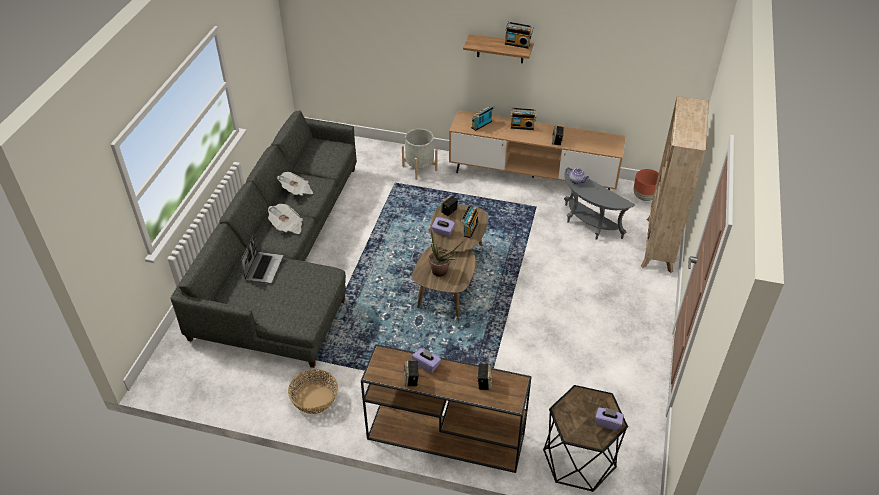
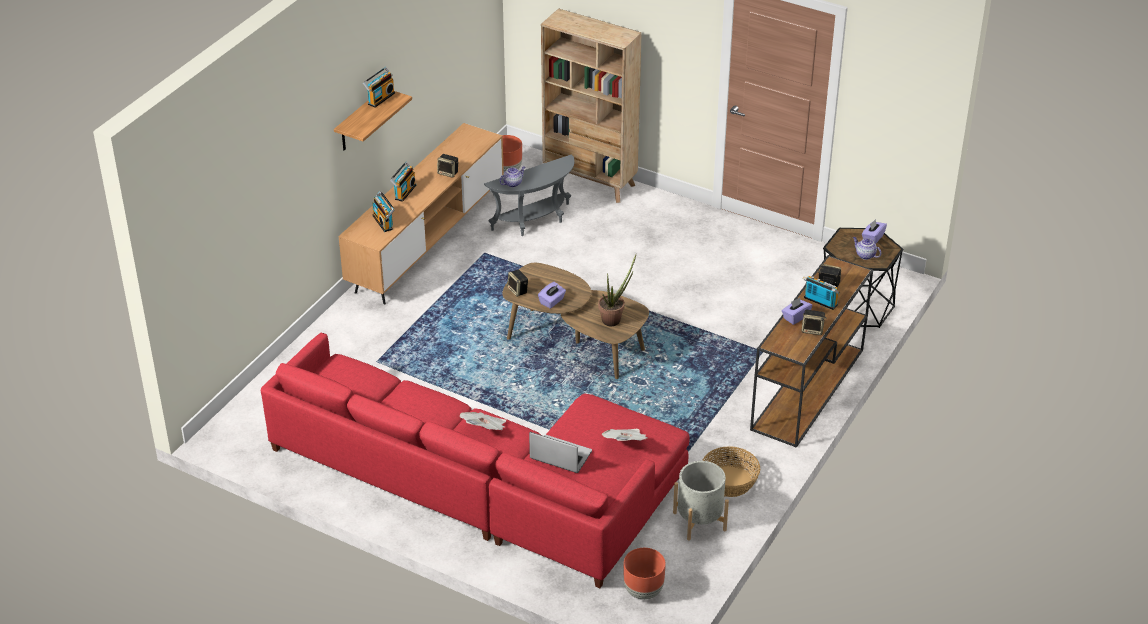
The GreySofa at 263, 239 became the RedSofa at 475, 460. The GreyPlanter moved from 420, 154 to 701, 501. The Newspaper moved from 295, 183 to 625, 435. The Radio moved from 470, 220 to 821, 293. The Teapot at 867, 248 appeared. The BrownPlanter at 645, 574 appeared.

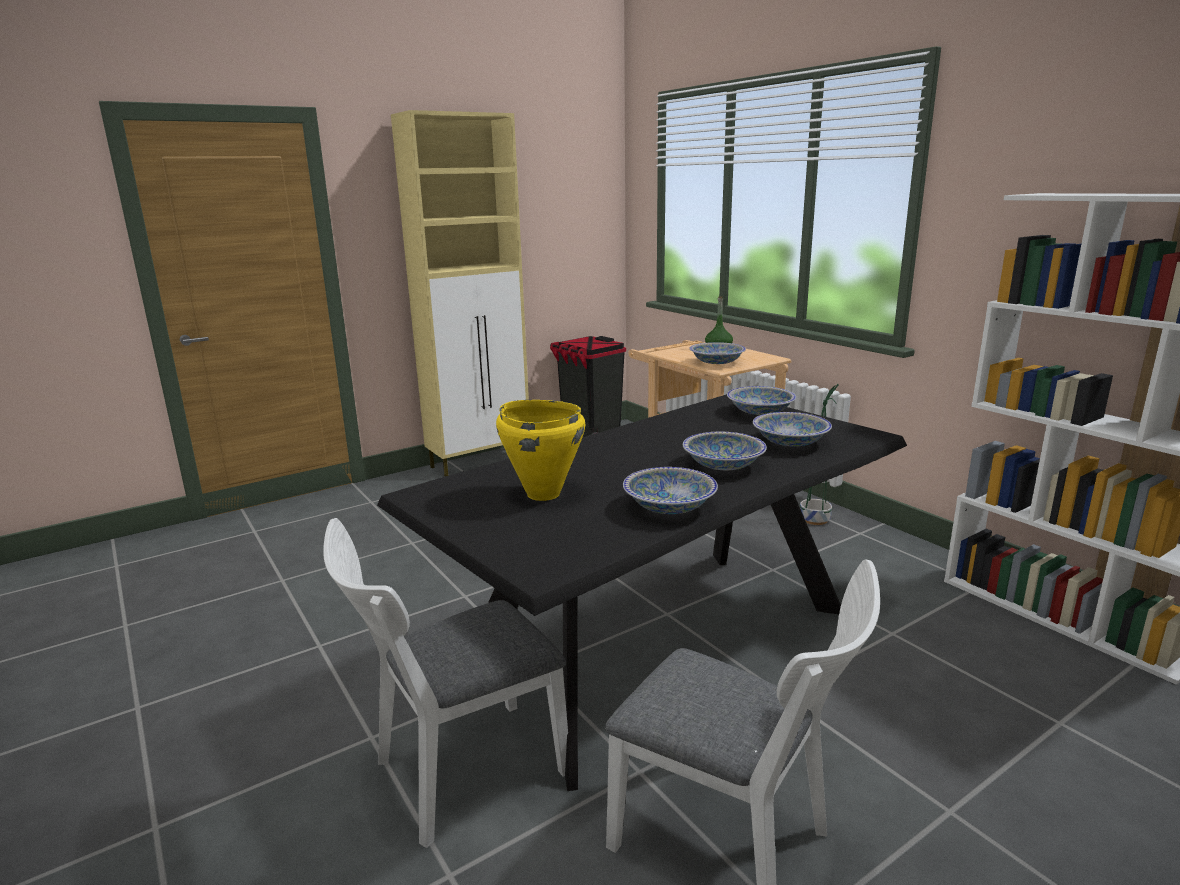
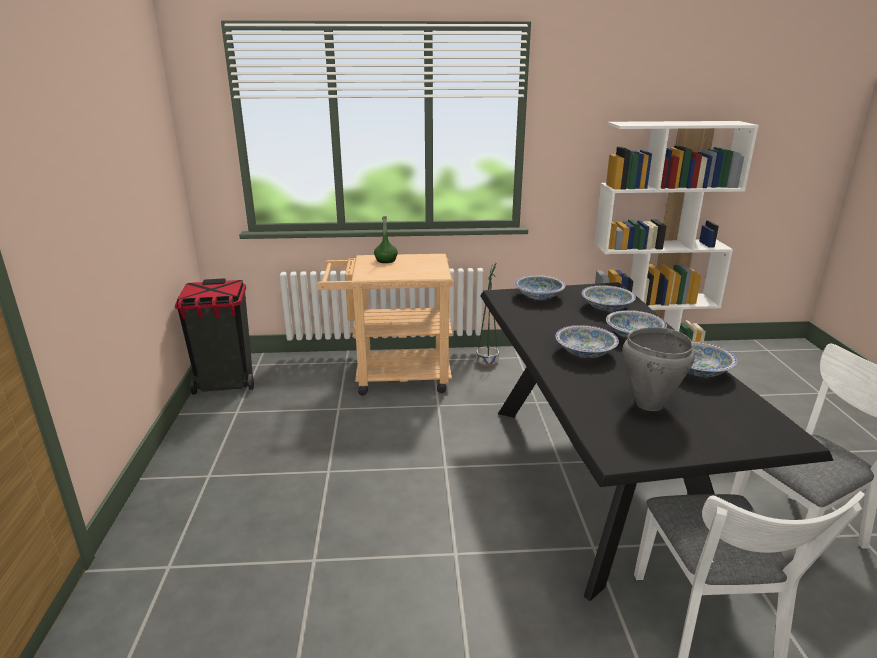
The BeigeCabinet at 460, 293 disappeared. The Bowl moved from 717, 353 to 587, 341. The YellowCookingPot at 540, 450 became the GreyCookingPot at 659, 369.

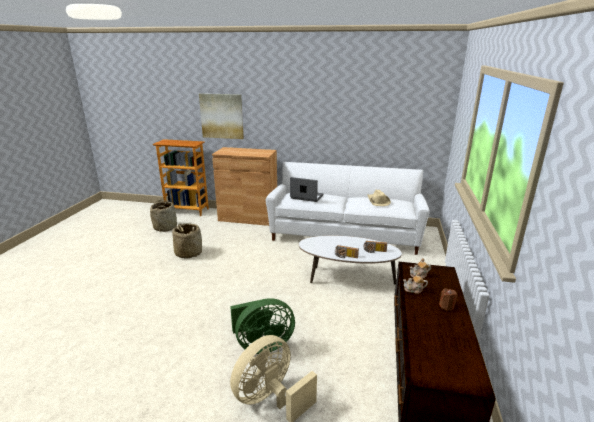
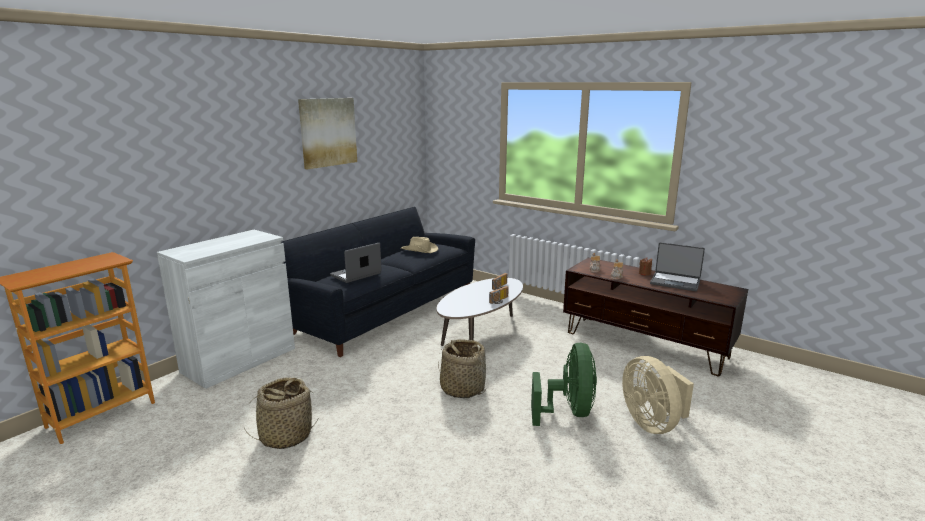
The Picture moved from 221, 116 to 327, 133. The BrownCabinet at 244, 186 became the WhiteCabinet at 226, 309. The WhiteSofa at 348, 208 became the BlackSofa at 378, 282. The Basket moved from 163, 216 to 462, 368. The Laptop at 677, 266 appeared.

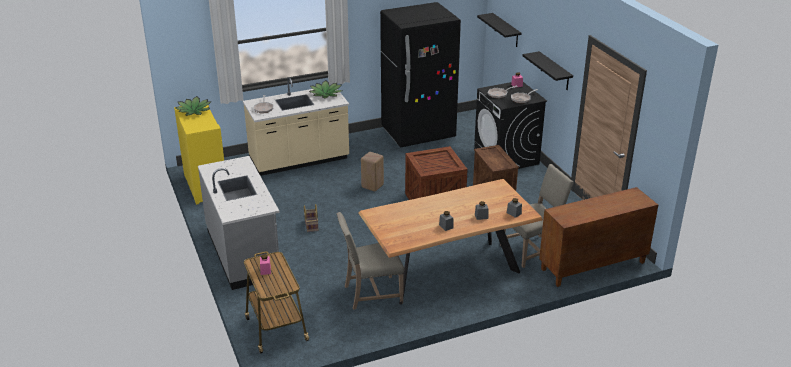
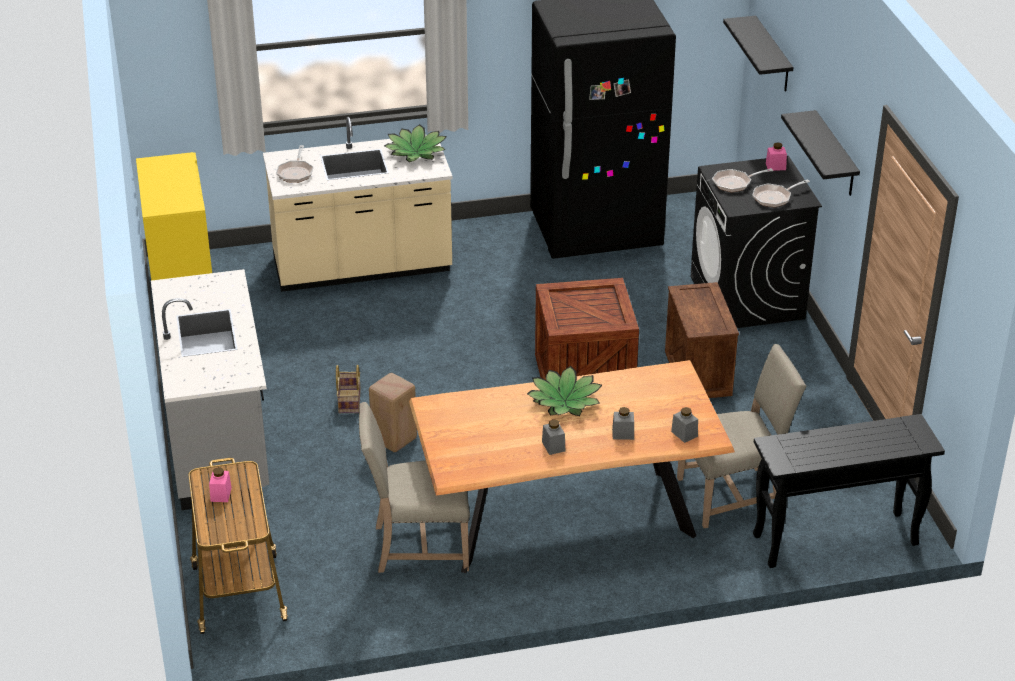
The PottedPlant moved from 194, 106 to 564, 391. The BeigeStool moved from 372, 171 to 393, 412. The BrownCabinet at 598, 237 was replaced by the BlackConsoleTable at 849, 491.

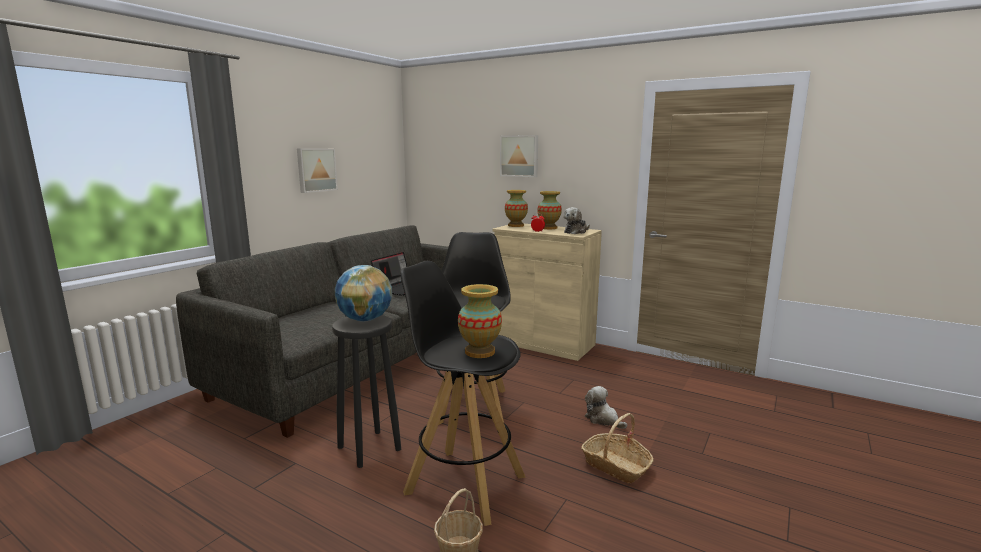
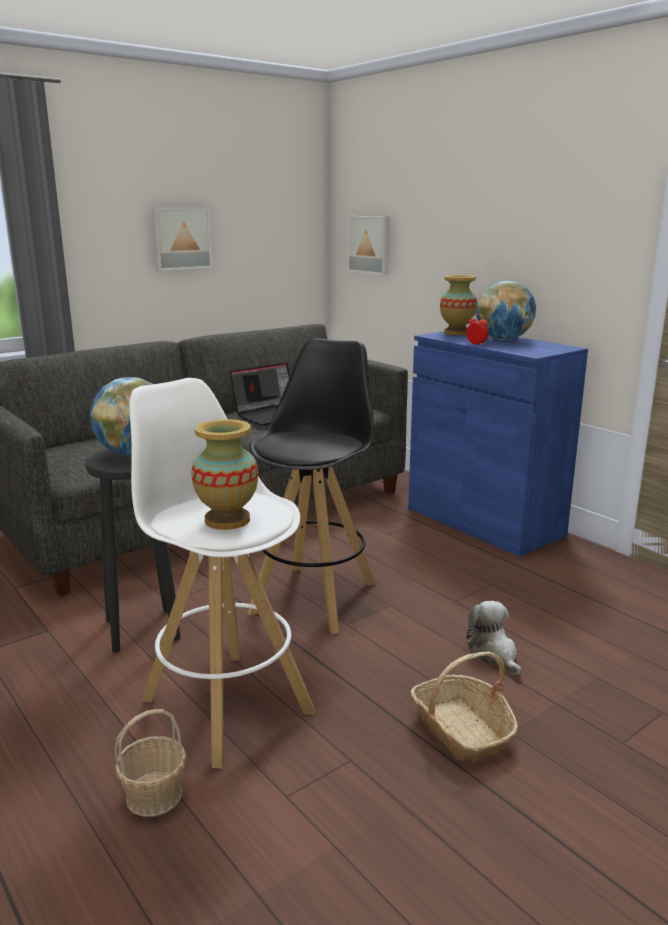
The Picture moved from 519, 156 to 369, 245. The Vase at 550, 210 was replaced by the Globe at 506, 310. The PlushToy at 576, 220 disappeared. The BeigeCabinet at 547, 292 became the BlueCabinet at 498, 444. The BlackStool at 463, 393 became the WhiteStool at 222, 573.

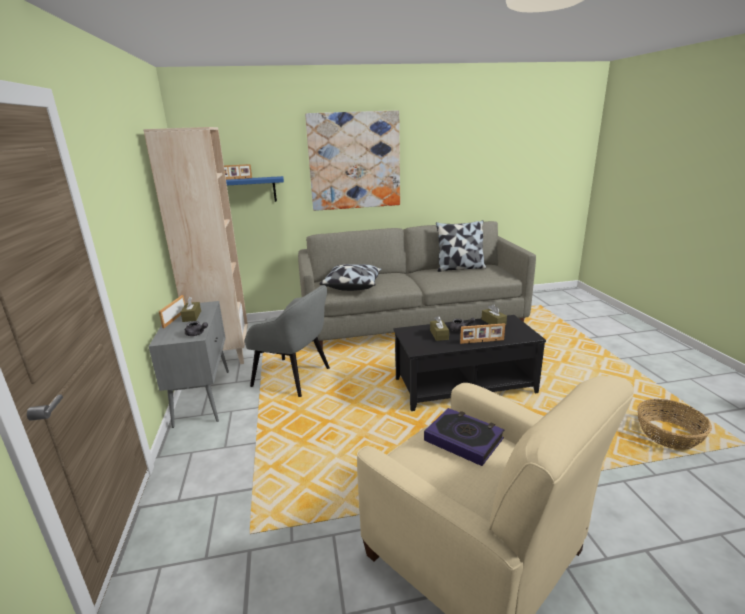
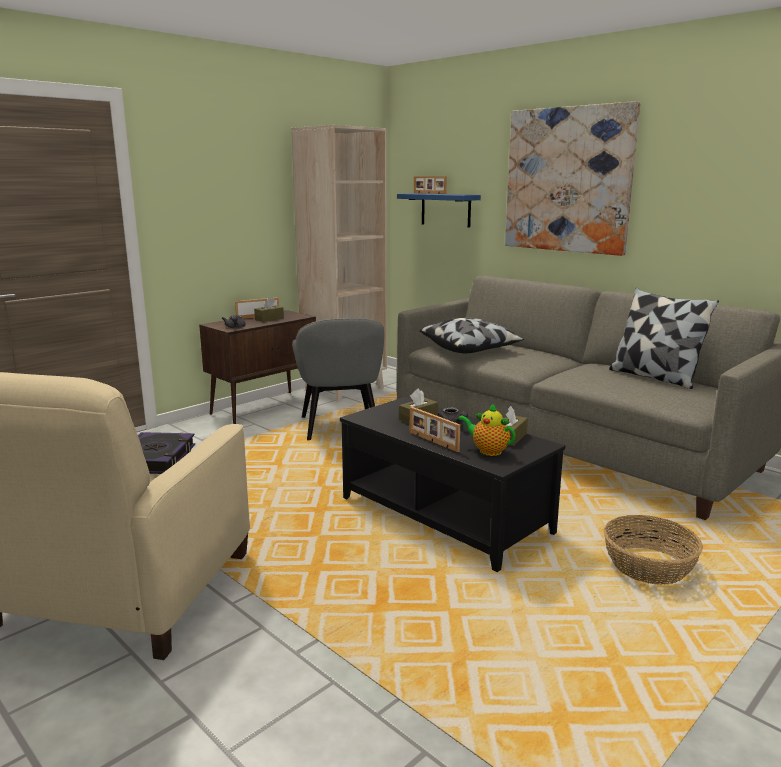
The GreyCabinet at 188, 364 became the BrownCabinet at 257, 367. The Basket moved from 674, 424 to 653, 550. The Teapot at 487, 429 appeared.

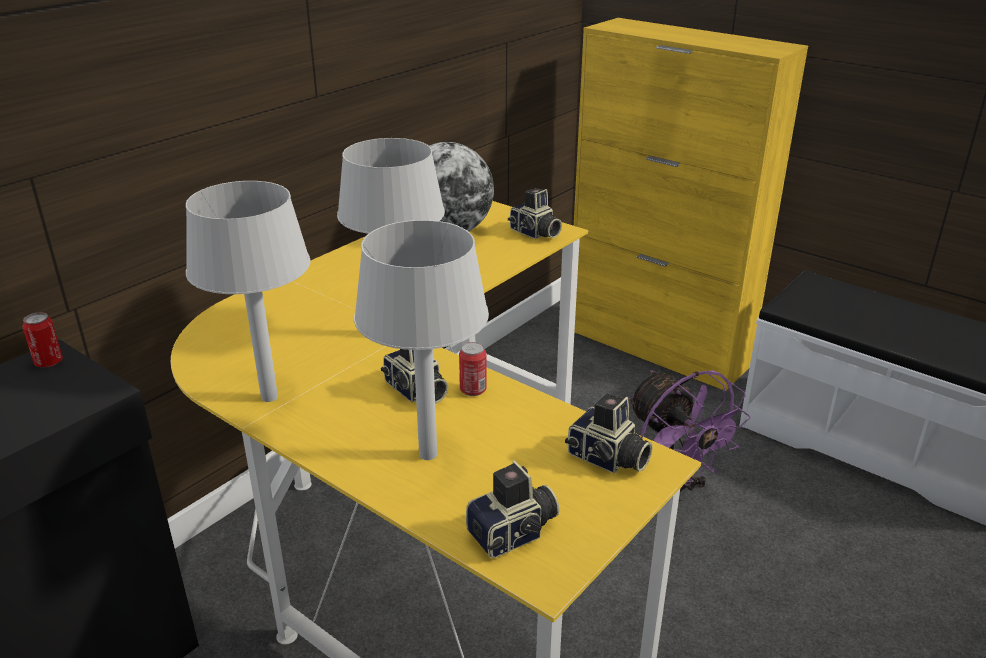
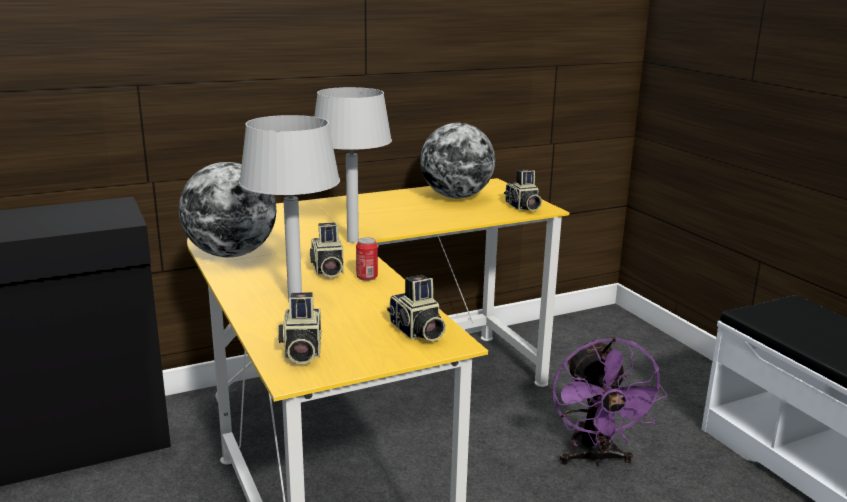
The YellowCabinet at 691, 204 disappeared. The GreyTableLamp at 248, 291 was replaced by the Globe at 227, 209. The Can at 42, 339 disappeared. The PhotoCamera at 512, 509 turned 90 degrees clockwise.

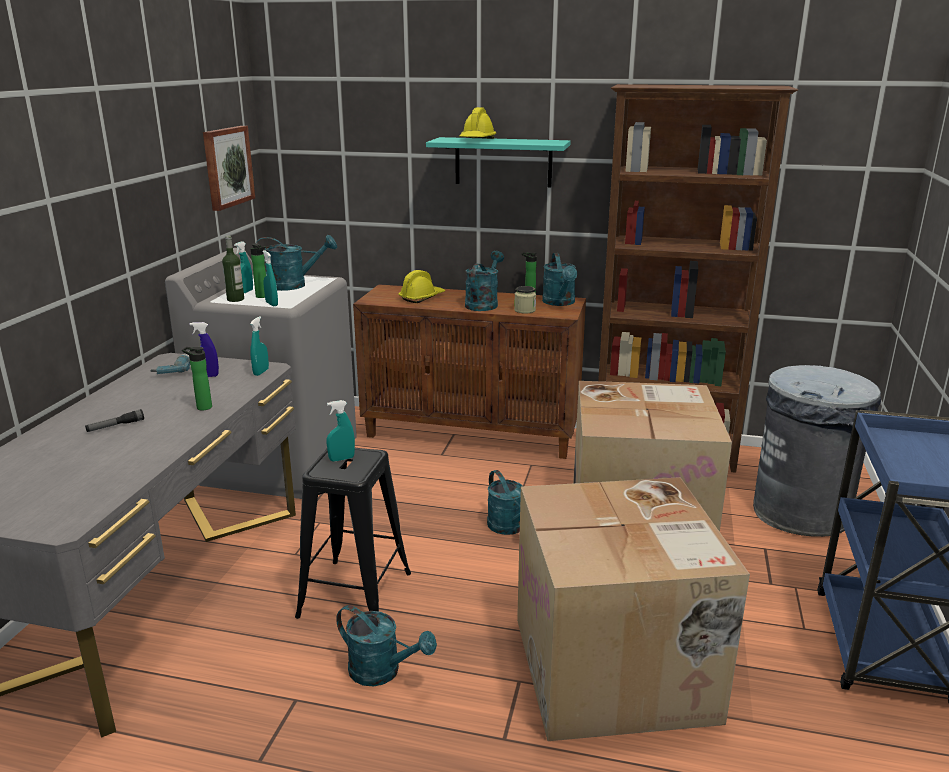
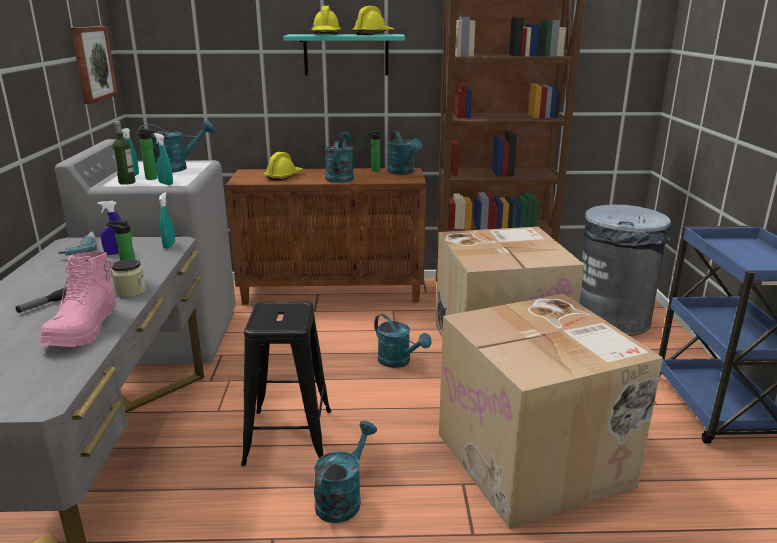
The Jar moved from 525, 300 to 129, 278. The TurquoiseSprayBottle at 341, 430 disappeared. The TurquoiseWateringCan at 386, 646 turned 75 degrees counterclockwise. The YellowHardHat at 373, 20 appeared. The PinkBoot at 78, 299 appeared.

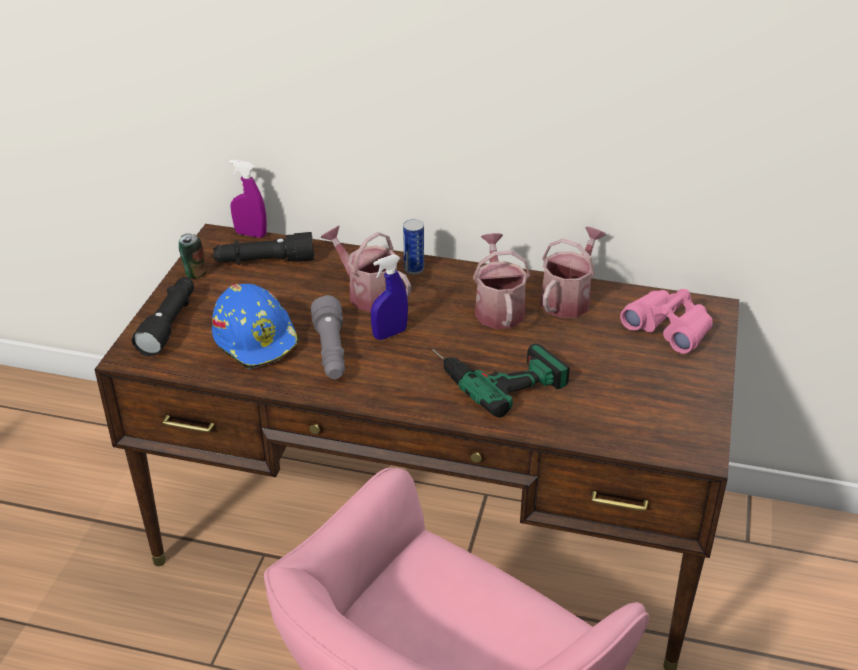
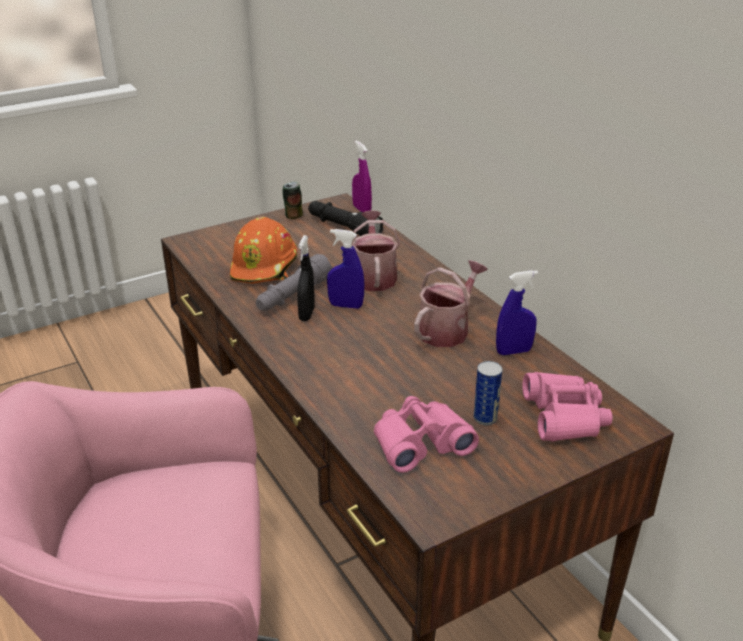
The Can moved from 413, 247 to 488, 393. The WateringCan at 573, 272 was replaced by the BlueSprayBottle at 517, 312. The BlackFlashlight at 163, 316 disappeared. The BlueHardHat at 255, 326 became the OrangeHardHat at 263, 250. The PowerDrill at 501, 381 disappeared. The BlackSprayBottle at 306, 278 appeared. The PinkBinoculars at 426, 434 appeared.

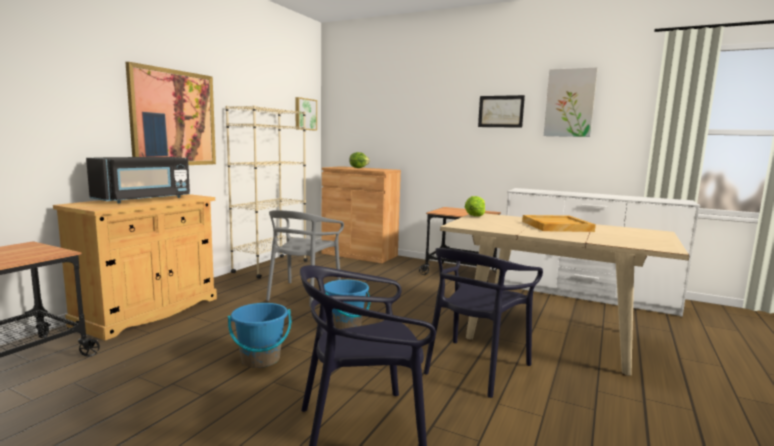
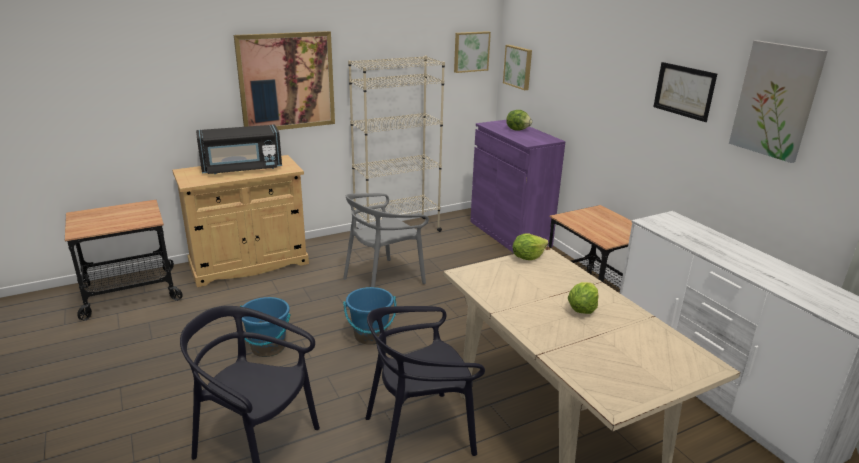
The BrownCabinet at 361, 214 became the PurpleCabinet at 518, 186. The BeigeTray at 559, 223 was replaced by the Lettuce at 583, 298. The Picture at 517, 67 appeared.

